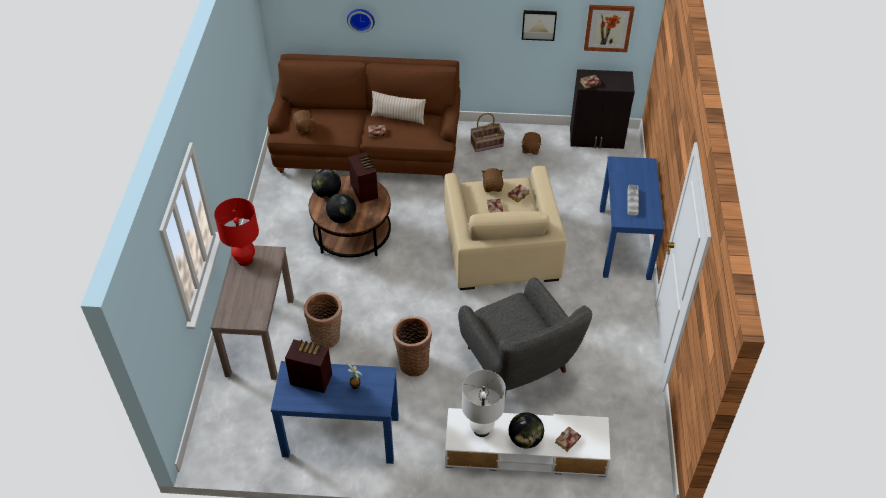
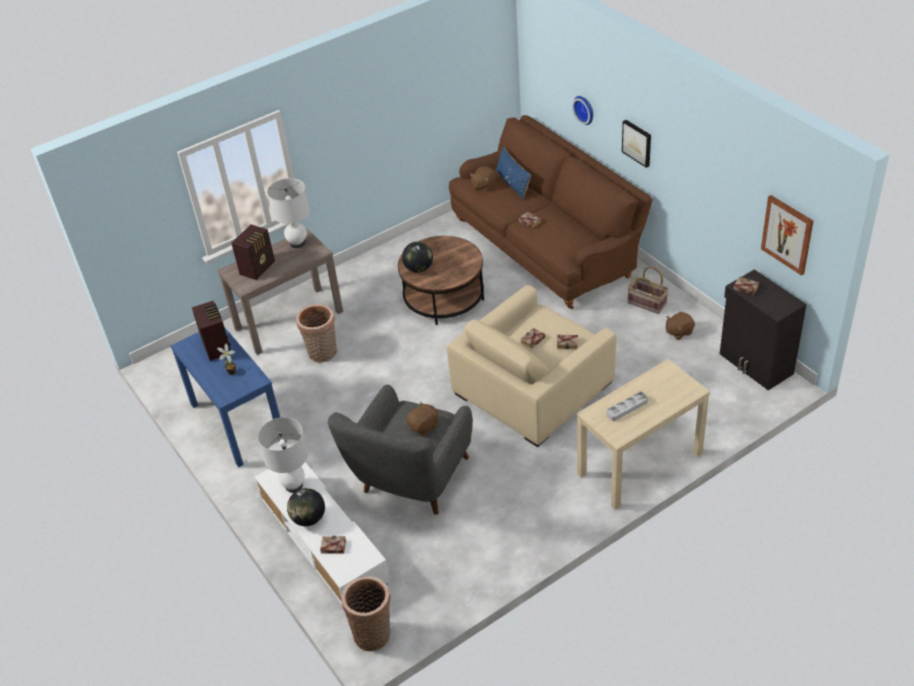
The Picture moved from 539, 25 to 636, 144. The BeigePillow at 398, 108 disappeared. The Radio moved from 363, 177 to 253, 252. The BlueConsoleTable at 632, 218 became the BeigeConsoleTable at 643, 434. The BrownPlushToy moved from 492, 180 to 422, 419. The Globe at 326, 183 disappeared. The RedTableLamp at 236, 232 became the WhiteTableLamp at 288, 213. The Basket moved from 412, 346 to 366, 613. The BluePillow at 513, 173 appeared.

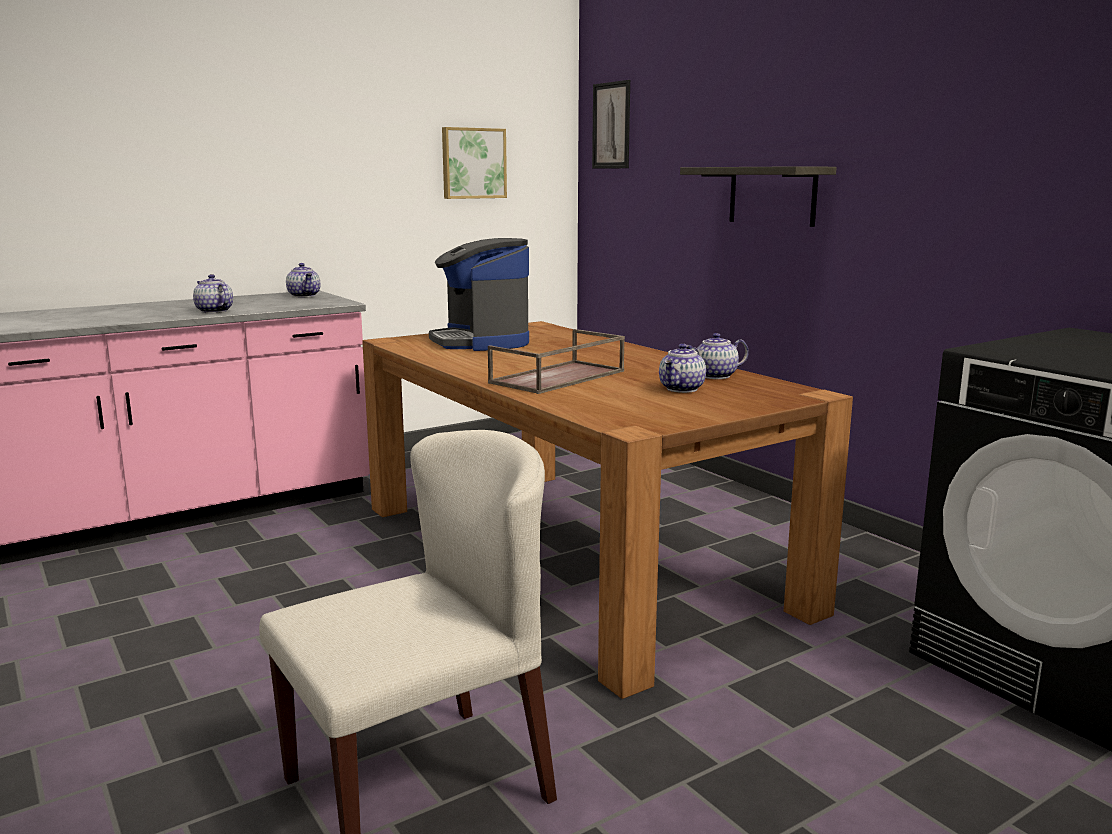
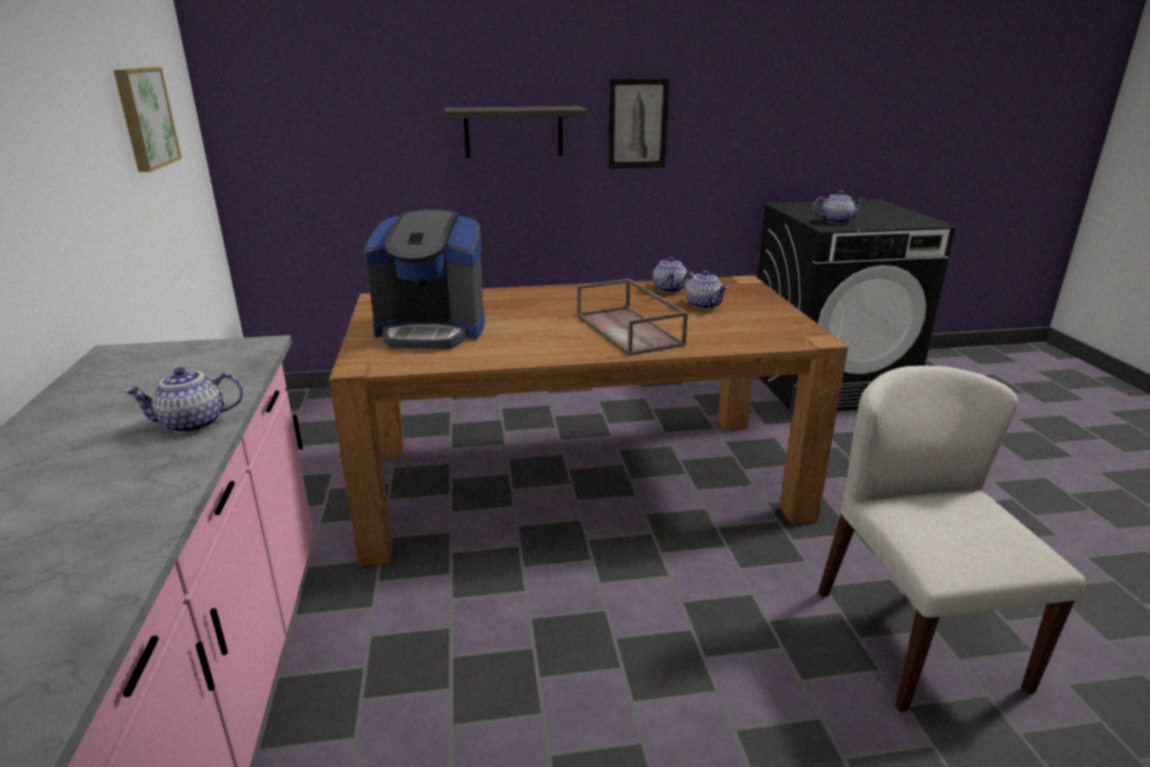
The Picture moved from 611, 124 to 638, 123. The Teapot moved from 303, 280 to 839, 207.

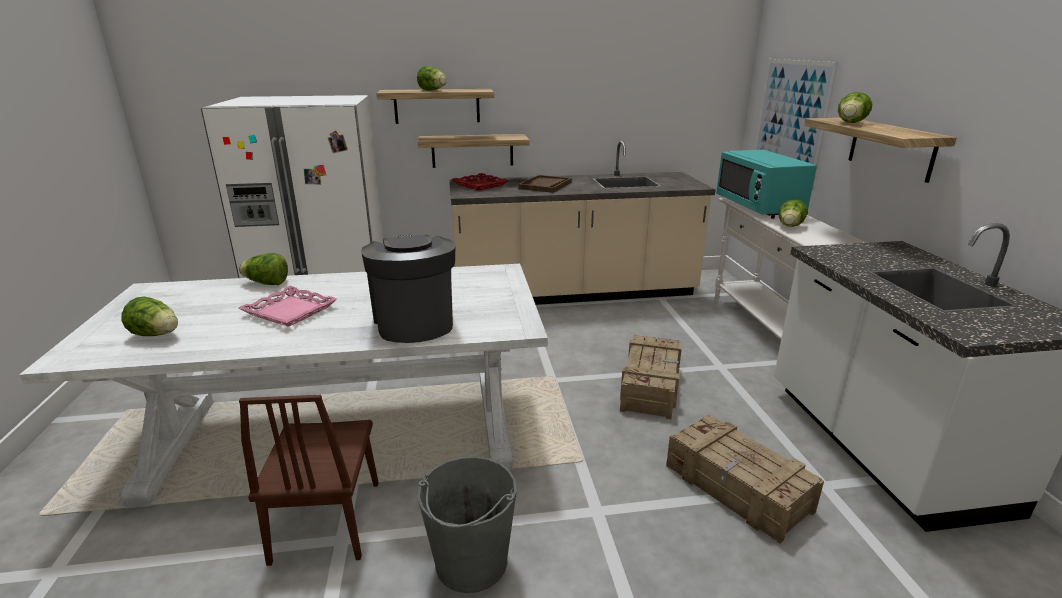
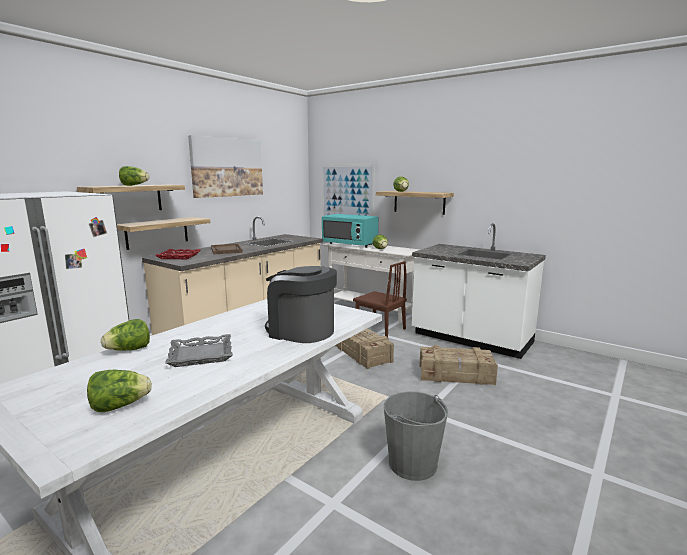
The PinkTray at 288, 306 became the GreyTray at 199, 350. The BrownChair moved from 309, 480 to 380, 299. The Picture at 225, 166 appeared.

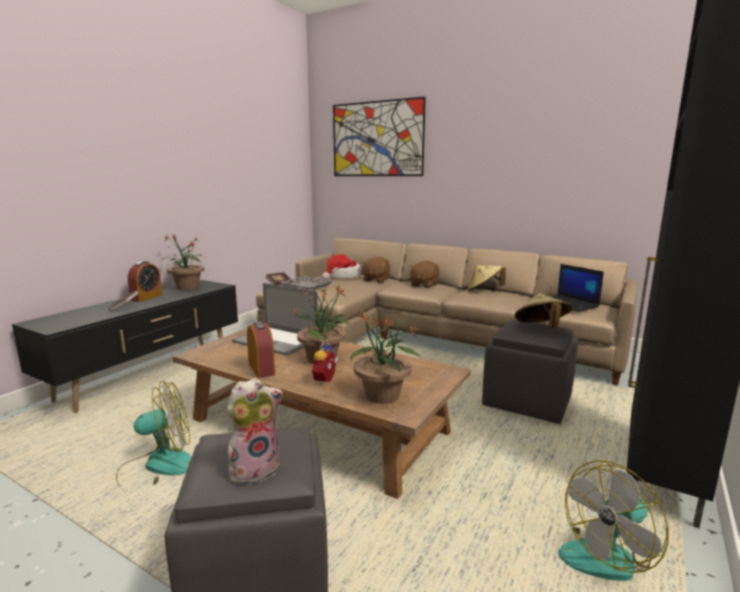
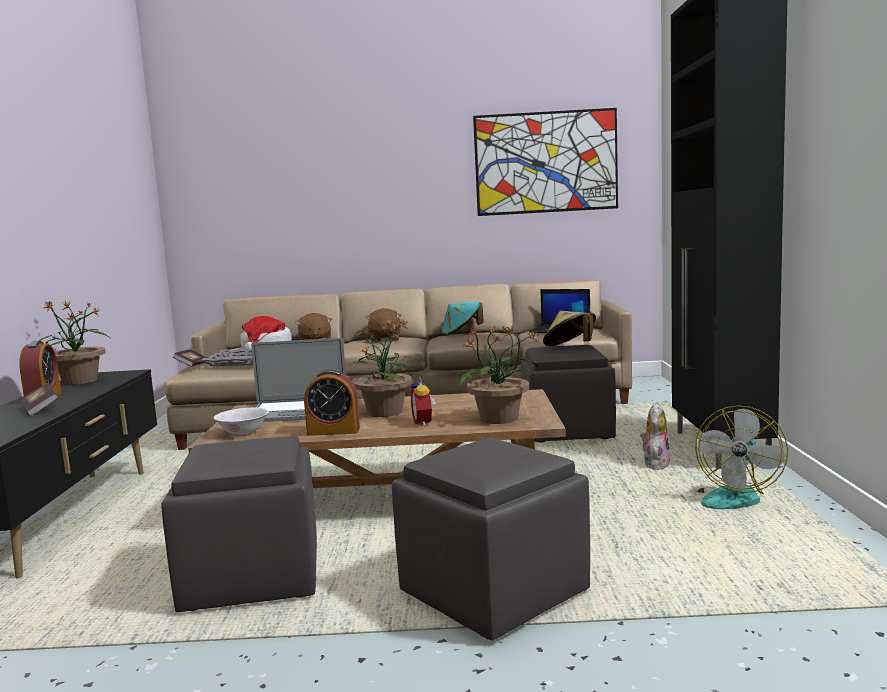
The Picture moved from 379, 136 to 545, 162. The BeigeHat at 487, 278 became the TurquoiseHat at 462, 318. The AlarmClock at 261, 349 turned 150 degrees clockwise. The PlushToy moved from 255, 431 to 655, 436. The Fan at 154, 436 was replaced by the GreyOttoman at 239, 524. The WhiteBowl at 241, 422 appeared.

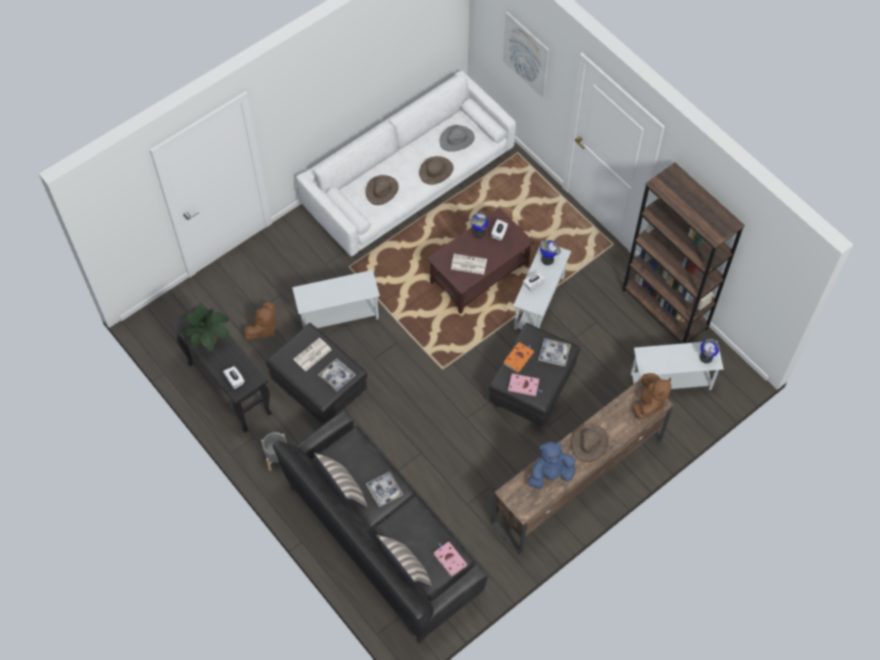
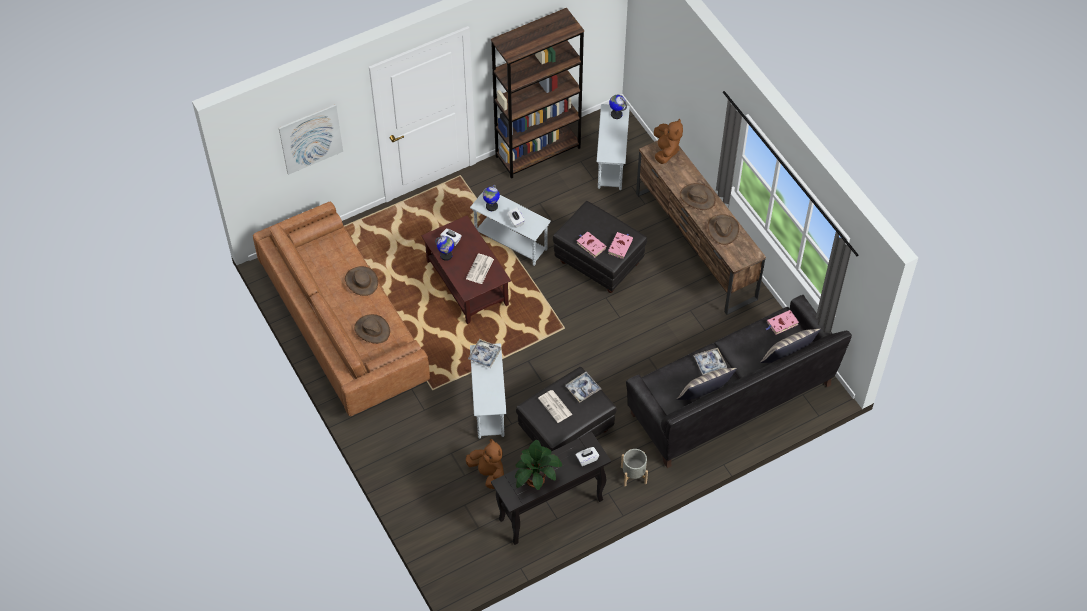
The WhiteSofa at 406, 163 became the BrownSofa at 341, 309. The GreyHat at 457, 138 disappeared. The Tray moved from 554, 352 to 485, 353. The OrangeBook at 519, 357 became the PinkBook at 592, 244. The BrownPlushToy at 652, 396 turned 60 degrees clockwise. The BluePlushToy at 552, 465 was replaced by the BrownHat at 723, 229.

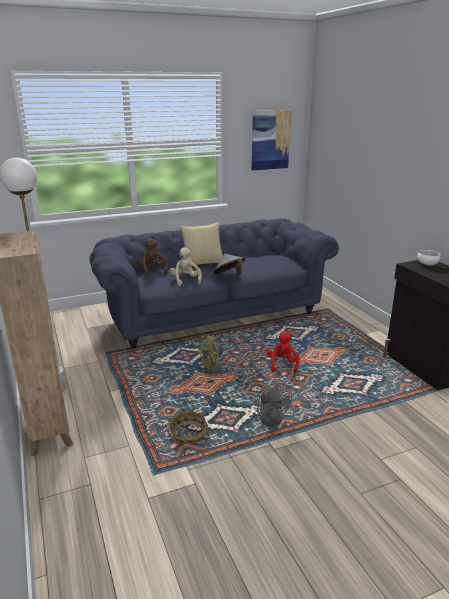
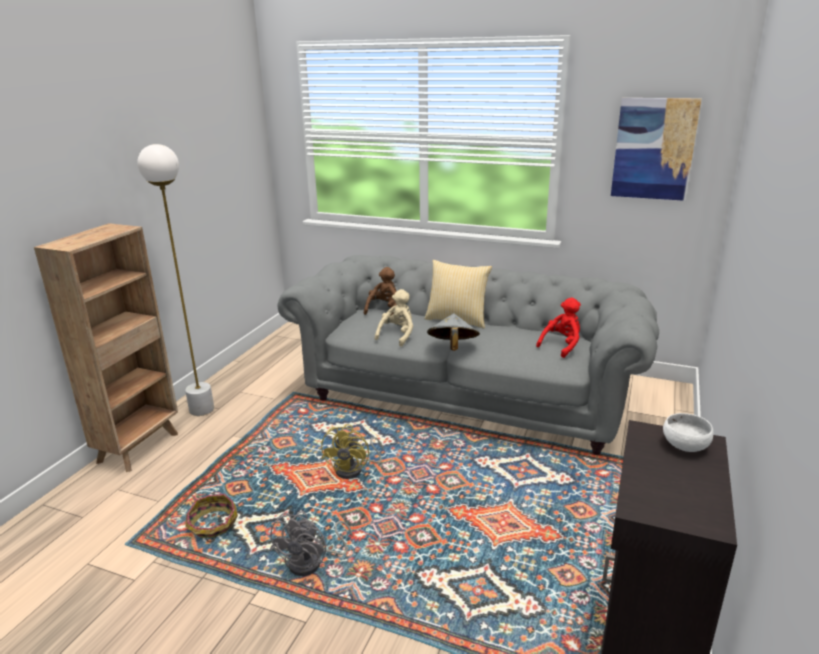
The BlueSofa at 214, 283 became the GreySofa at 468, 355. The RedPlushToy moved from 283, 352 to 558, 327. The YellowFan at 222, 354 turned 90 degrees counterclockwise.

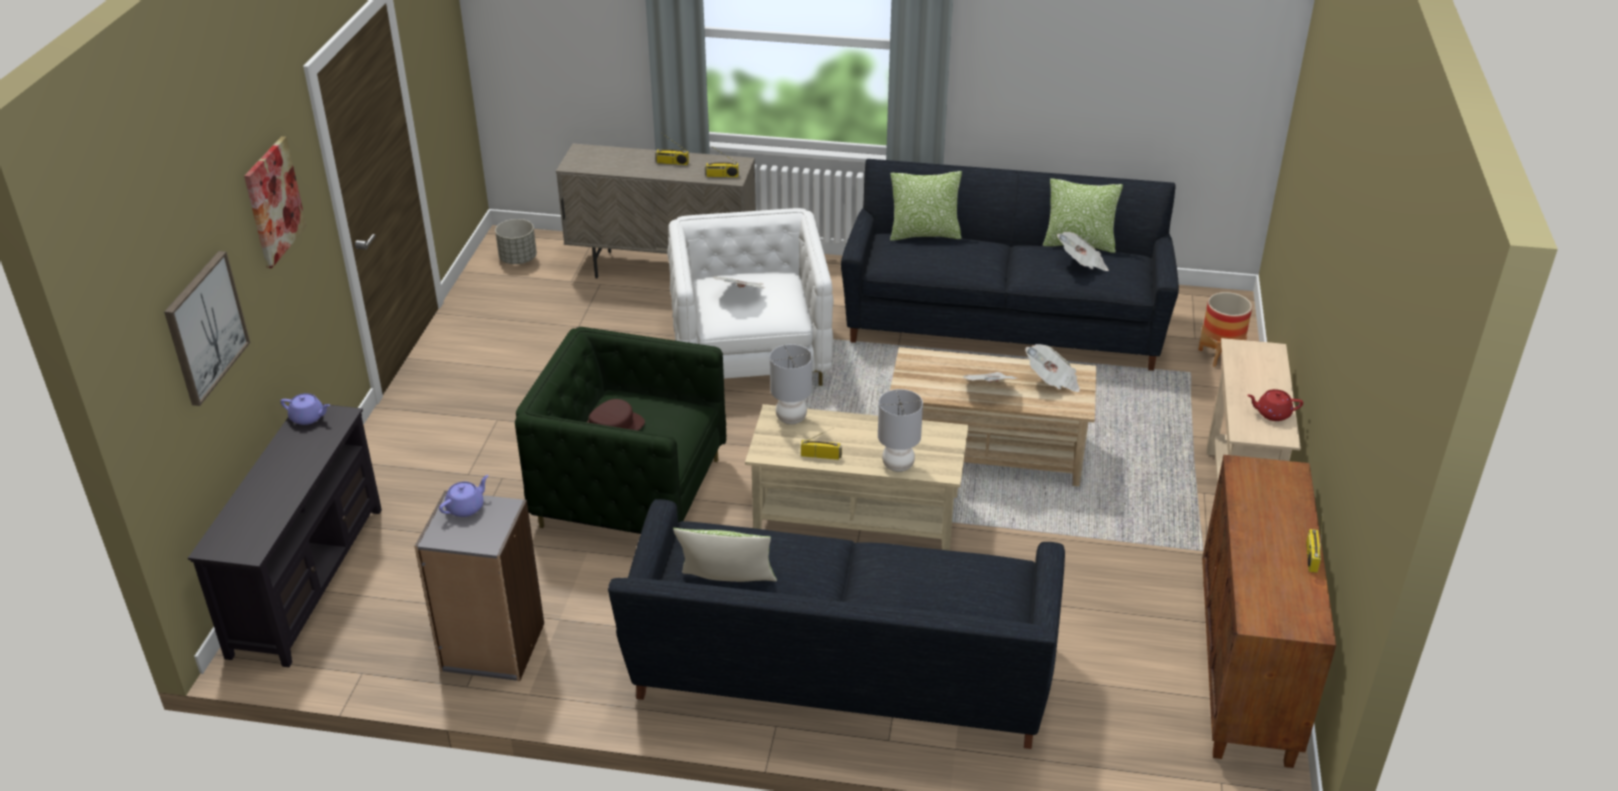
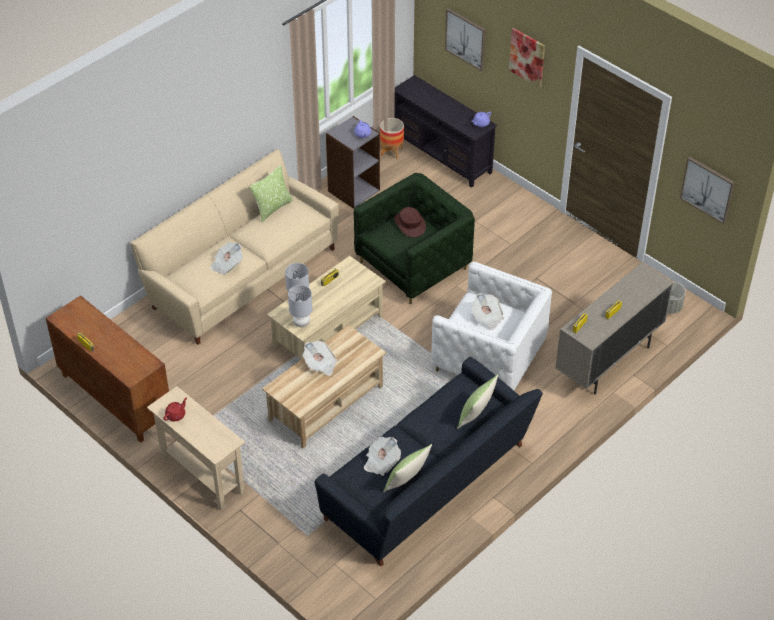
The Planter moved from 1225, 329 to 392, 138. The GreyTableLamp moved from 791, 384 to 300, 306. The Newspaper moved from 1052, 368 to 226, 258. The BlackSofa at 836, 624 became the BeigeSofa at 234, 247. The Picture at 707, 190 appeared.

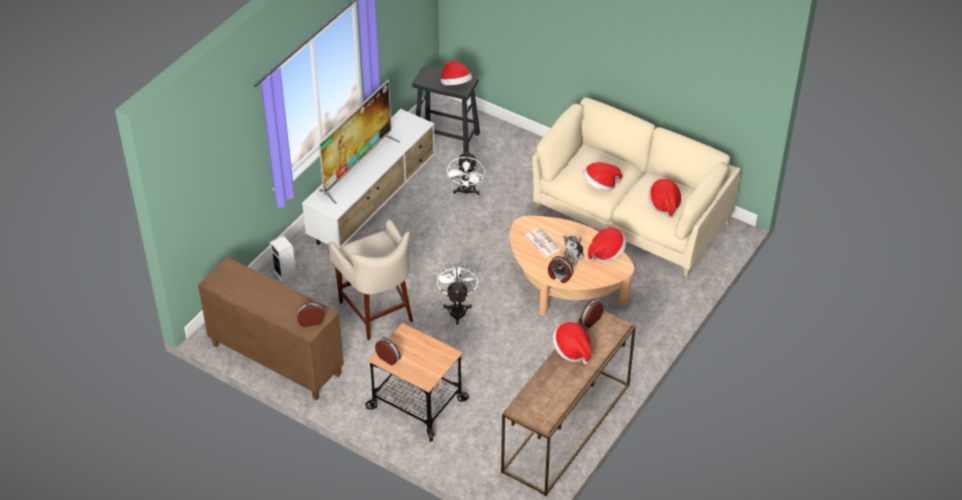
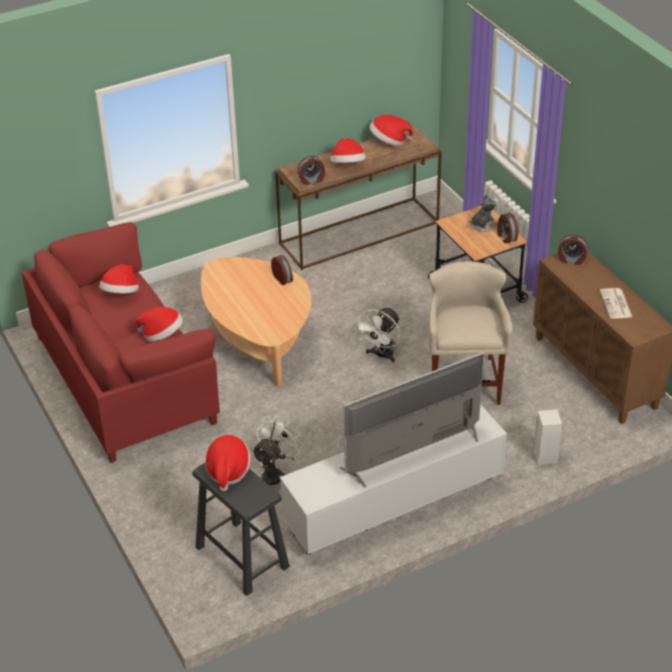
The BeigeSofa at 636, 187 became the RedSofa at 121, 342. The Newspaper moved from 542, 243 to 616, 303. The Hat moved from 607, 245 to 391, 130. The PlushToy moved from 573, 250 to 484, 213.

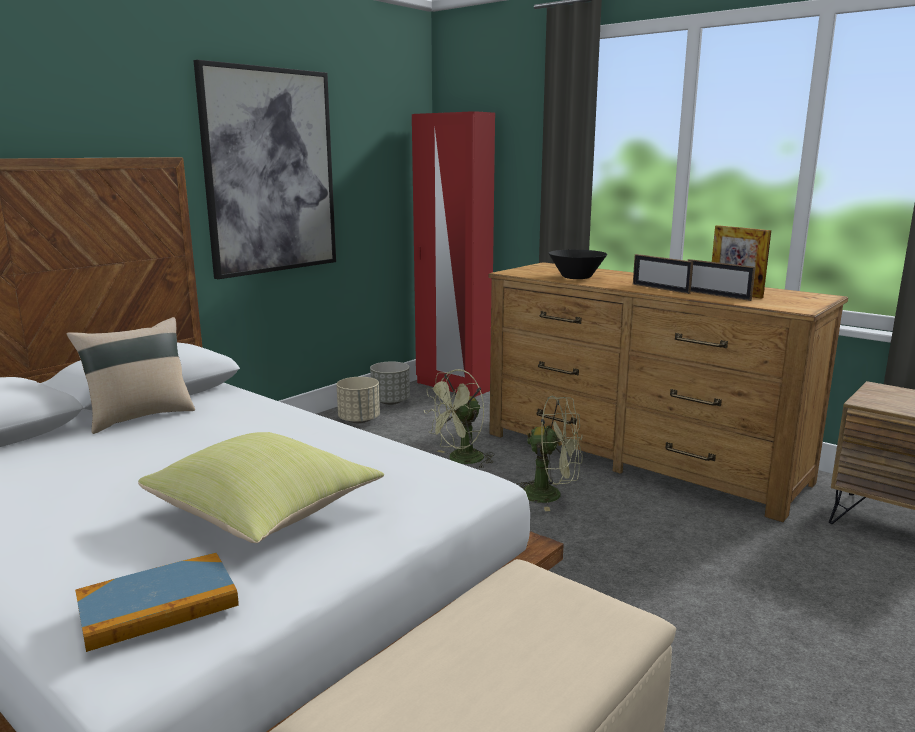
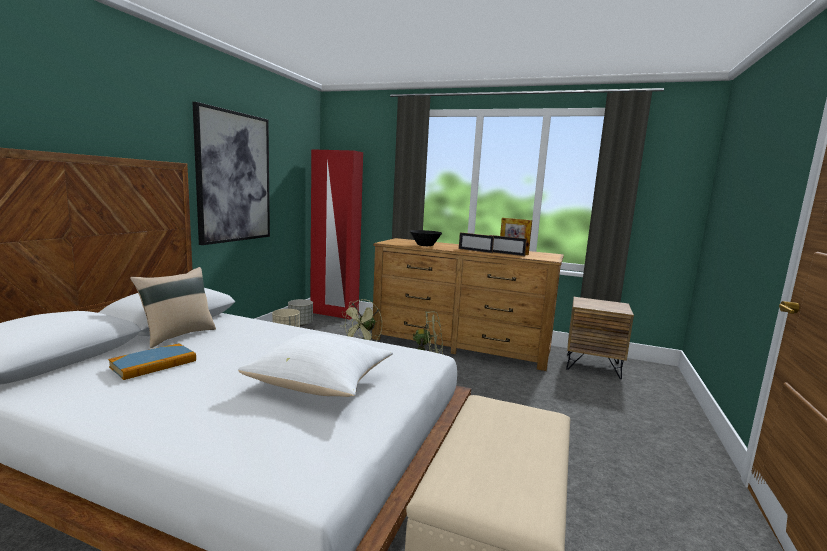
The YellowPillow at 261, 487 became the WhitePillow at 315, 365. The Book moved from 157, 602 to 152, 361.

